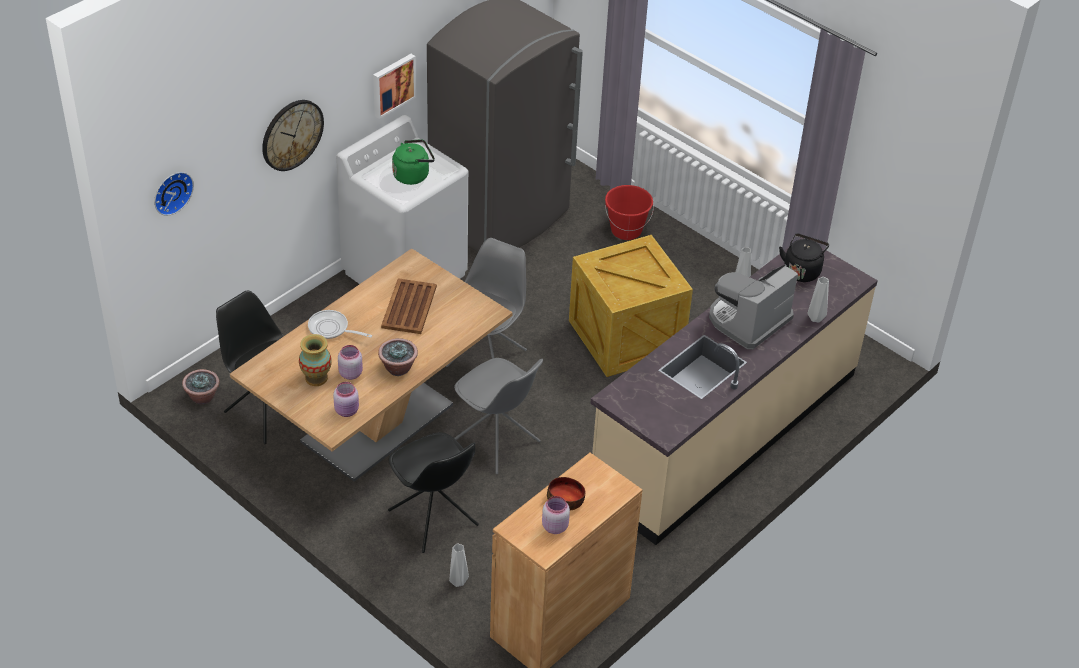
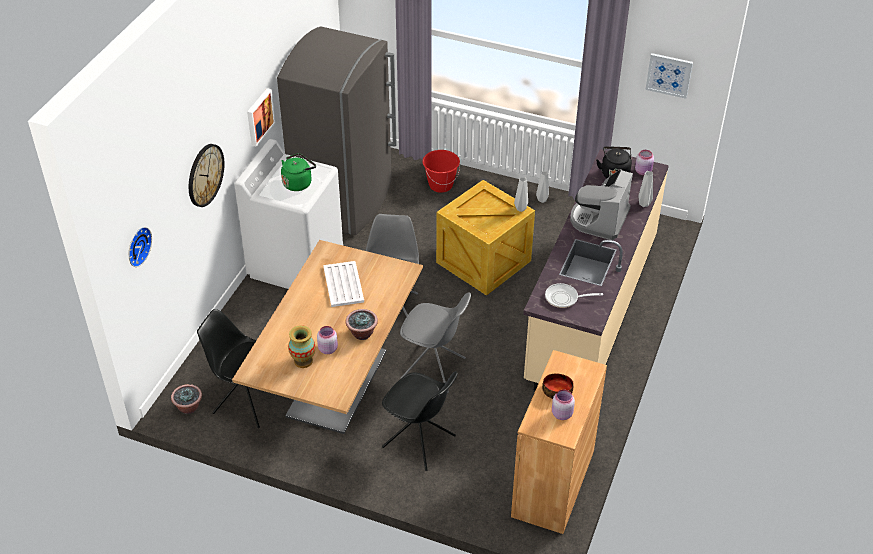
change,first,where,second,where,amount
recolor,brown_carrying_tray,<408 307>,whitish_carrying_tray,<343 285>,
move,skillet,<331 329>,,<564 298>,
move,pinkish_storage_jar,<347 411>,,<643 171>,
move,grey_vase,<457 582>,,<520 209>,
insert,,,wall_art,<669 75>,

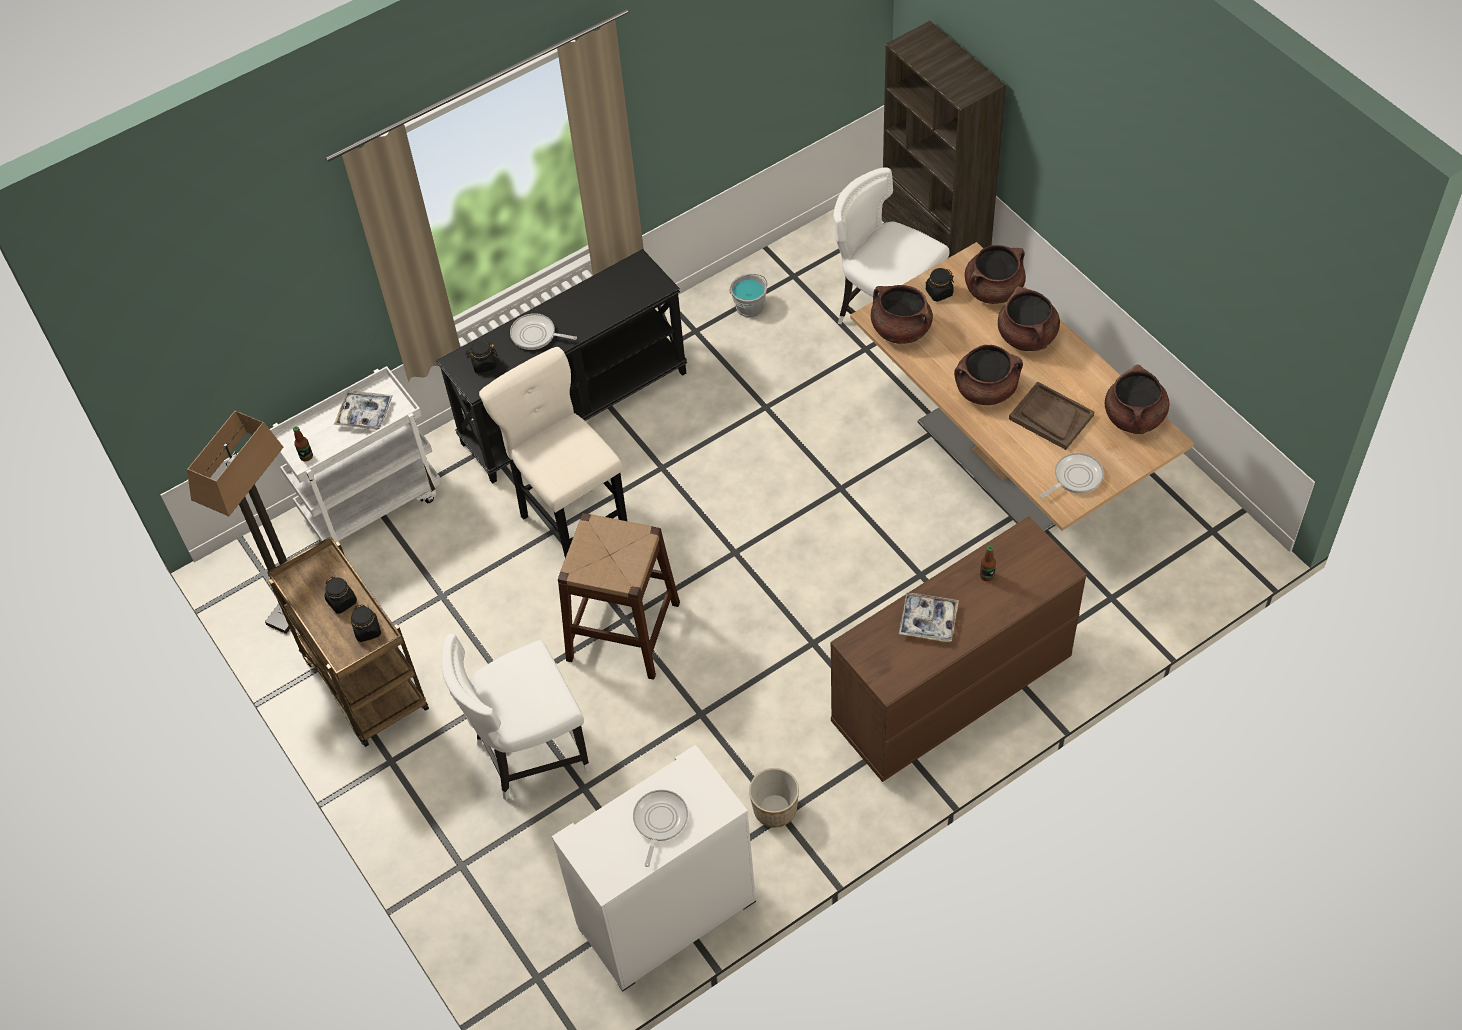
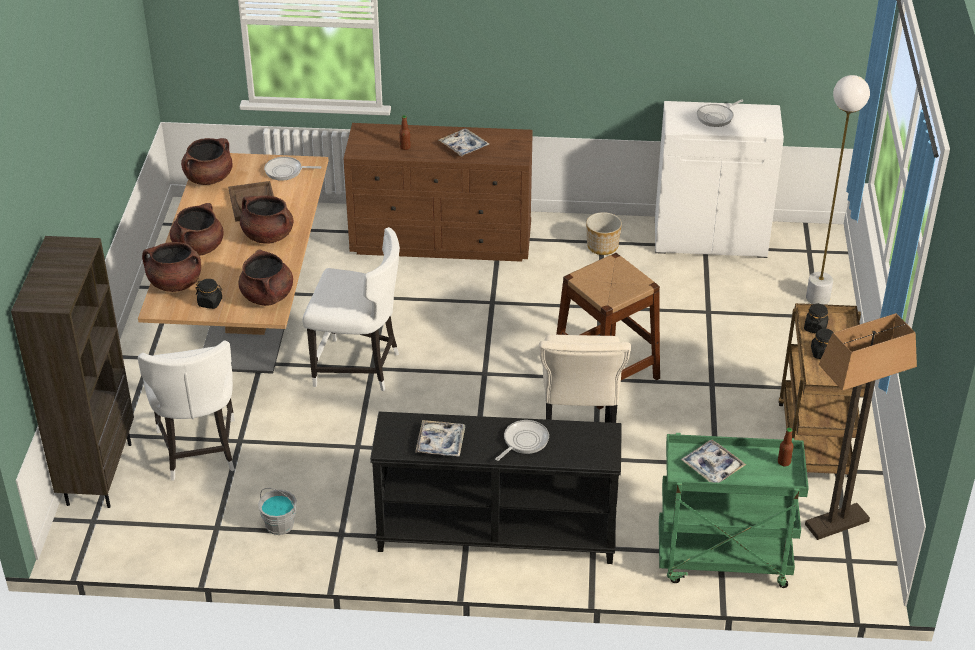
change,first,where,second,where,amount
rotate,skillet,<536 335>,,<523 441>,105 degrees counterclockwise
delete,black-coloured_storage_jar,<484 364>,,,
recolor,whitish_wheeled_cart,<372 503>,green-coloured_wheeled_cart,<722 561>,
move,whitish_chair,<529 753>,,<358 368>,
insert,,,whitish_floor_lamp,<818 298>,
insert,,,carrying_tray,<440 443>,

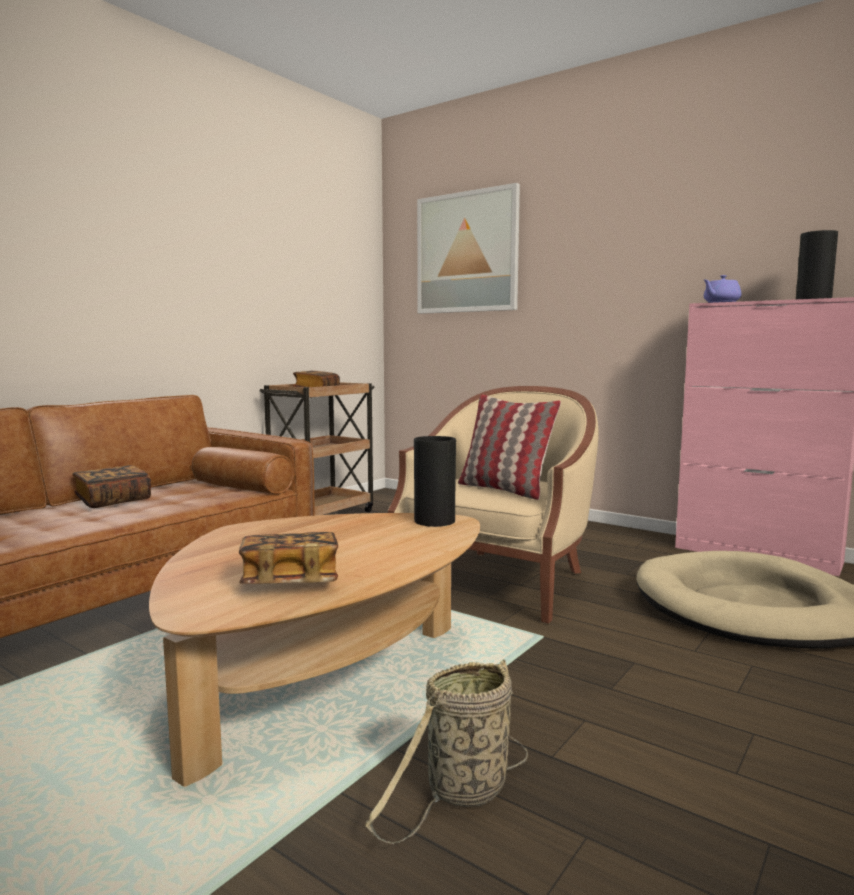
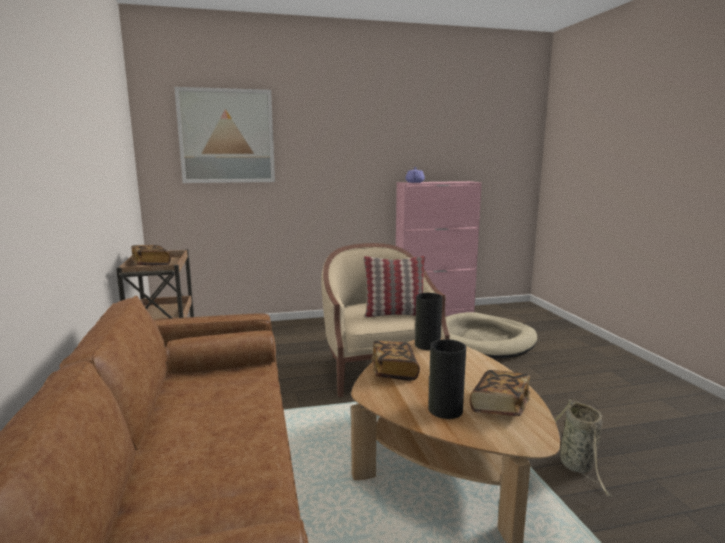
change,first,where,second,where,amount
move,vase,<813 299>,,<444 409>,
move,book,<113 501>,,<394 371>,

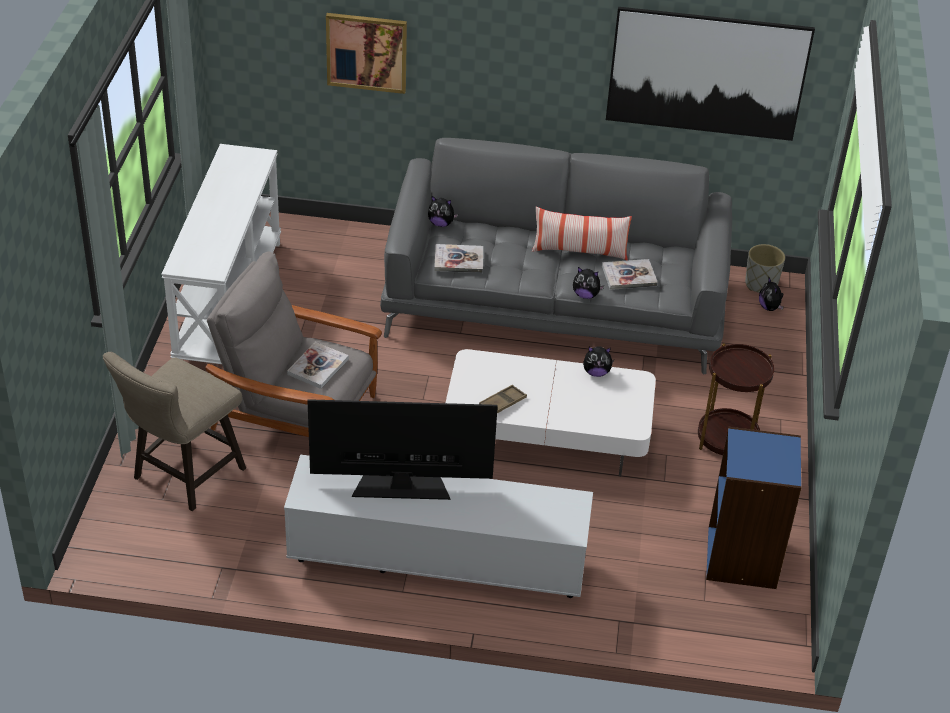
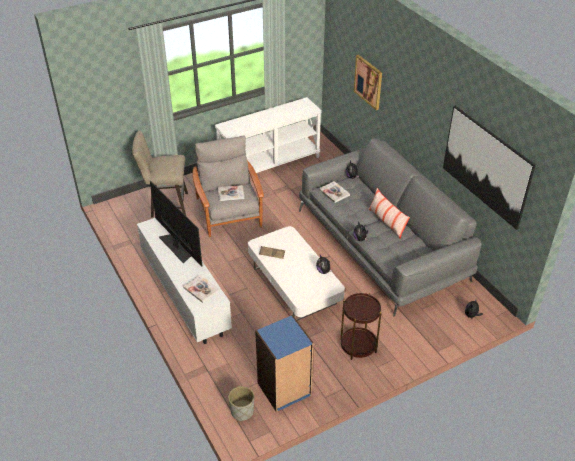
change,first,where,second,where,amount
move,grey_flower_pot,<761 284>,,<242 412>,
move,book,<629 276>,,<201 289>,

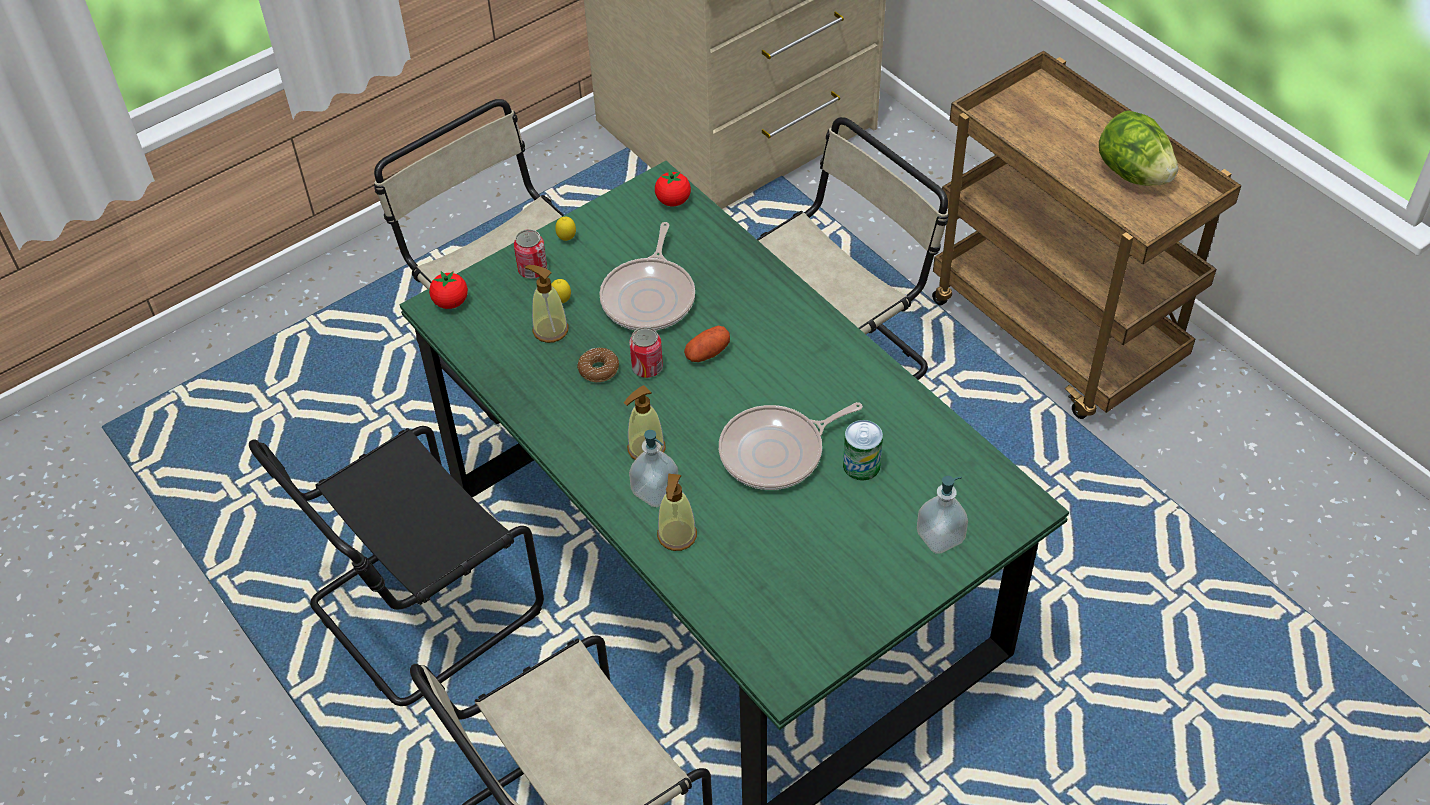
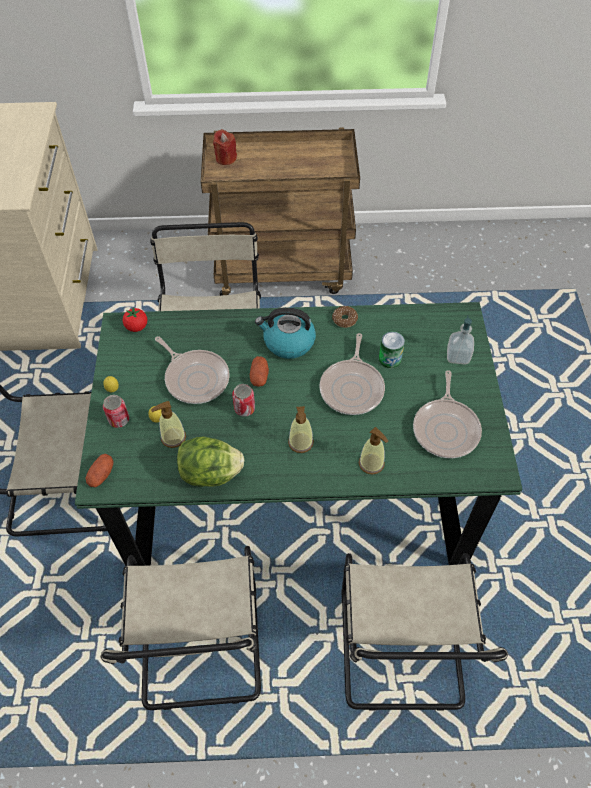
change,first,where,second,where,amount
move,head_of_lettuce,<1132 174>,,<211 473>,
replace,fresh_tomato,<451 302>,spud,<101 475>,
move,ring_doughnut,<599 369>,,<344 319>,
recolor,black-coloured_chair,<418 611>,sand-coloured_chair,<201 649>,
delete,soap_dispenser,<655 491>,,,
insert,,,red-coloured_candle,<226 158>,
insert,,,water_kettle,<288 342>,
insert,,,skillet,<446 428>,

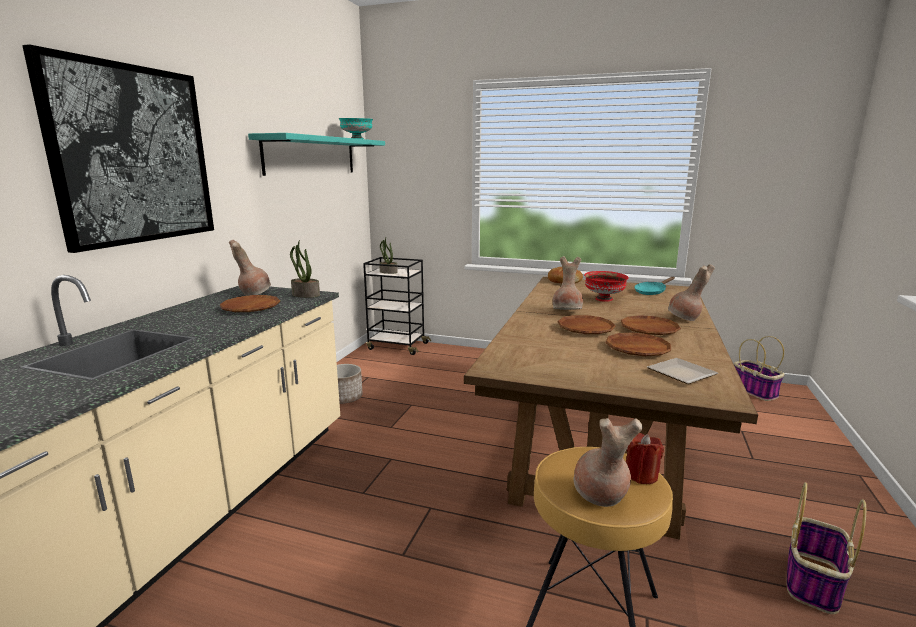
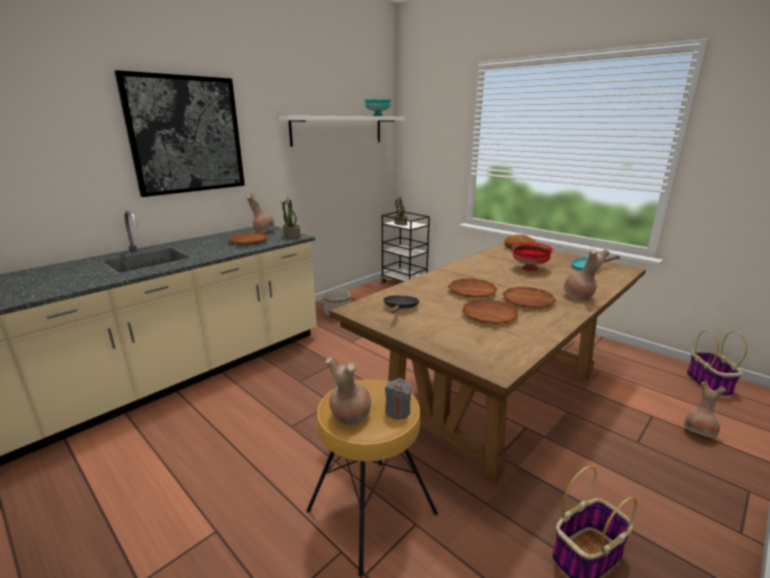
change,first,where,second,where,amount
recolor,blue-green_wall_shelf,<312 156>,whitish_wall_shelf,<338 130>,
move,brown_vase,<567 312>,,<699 433>,
delete,flat_dish,<684 374>,,,
recolor,red-coloured_candle,<641 475>,grey_candle,<397 411>,
insert,,,black-coloured_skillet,<400 308>,

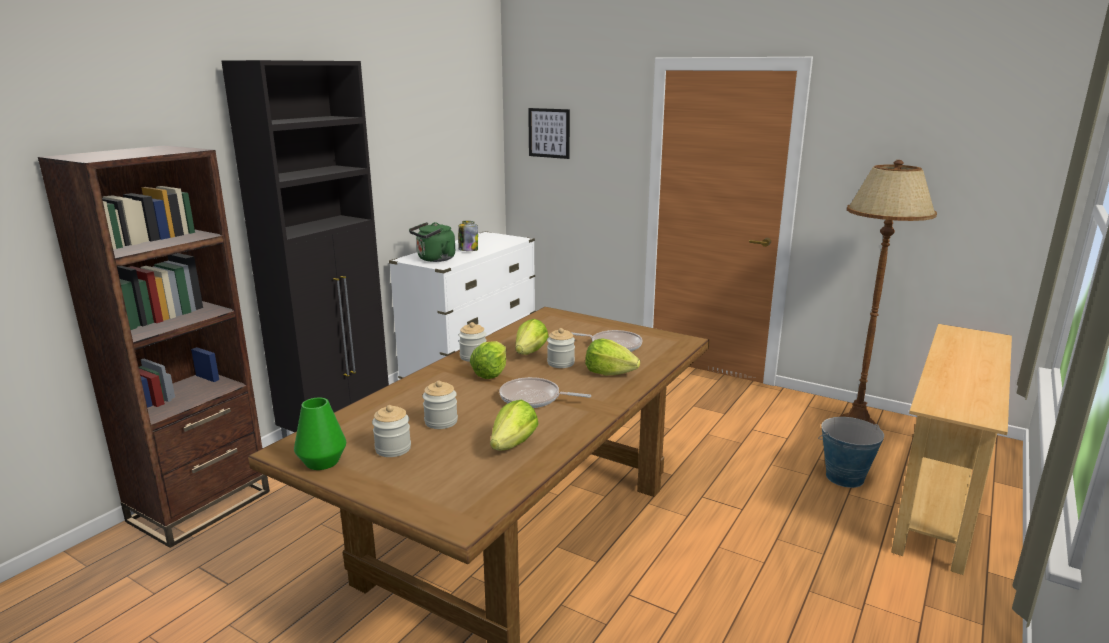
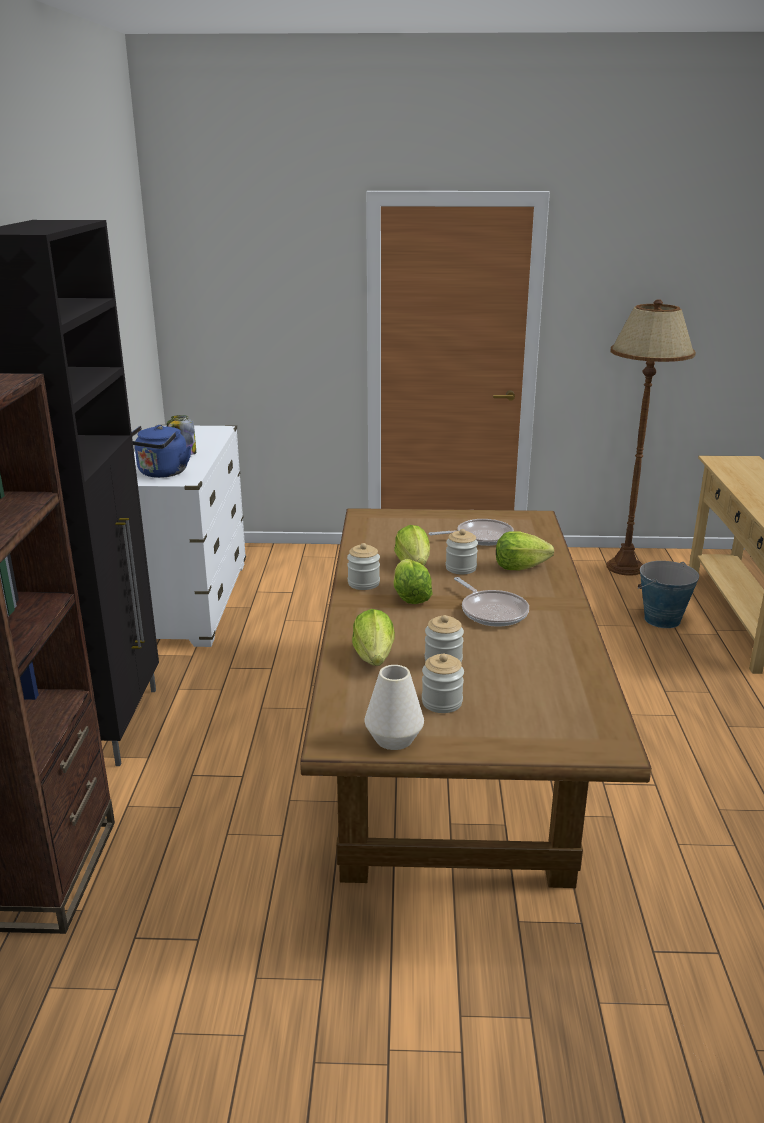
change,first,where,second,where,amount
delete,wall_art,<549 133>,,,
recolor,green-coloured_water_kettle,<434 259>,bluish_water_kettle,<161 473>,
rotate,skillet,<533 398>,,<492 611>,105 degrees counterclockwise
recolor,green-coloured_vase,<322 462>,whitish_vase,<394 739>,
move,head_of_lettuce,<513 444>,,<374 657>,

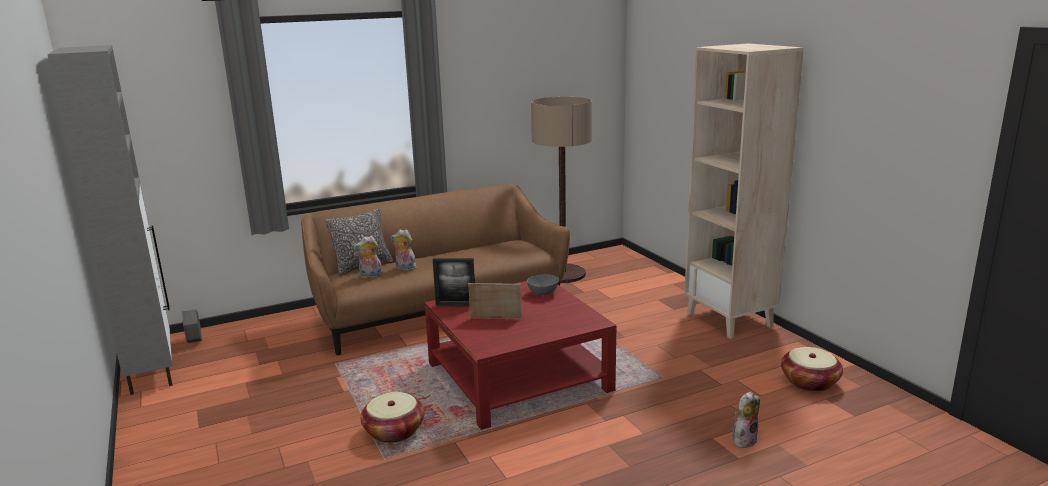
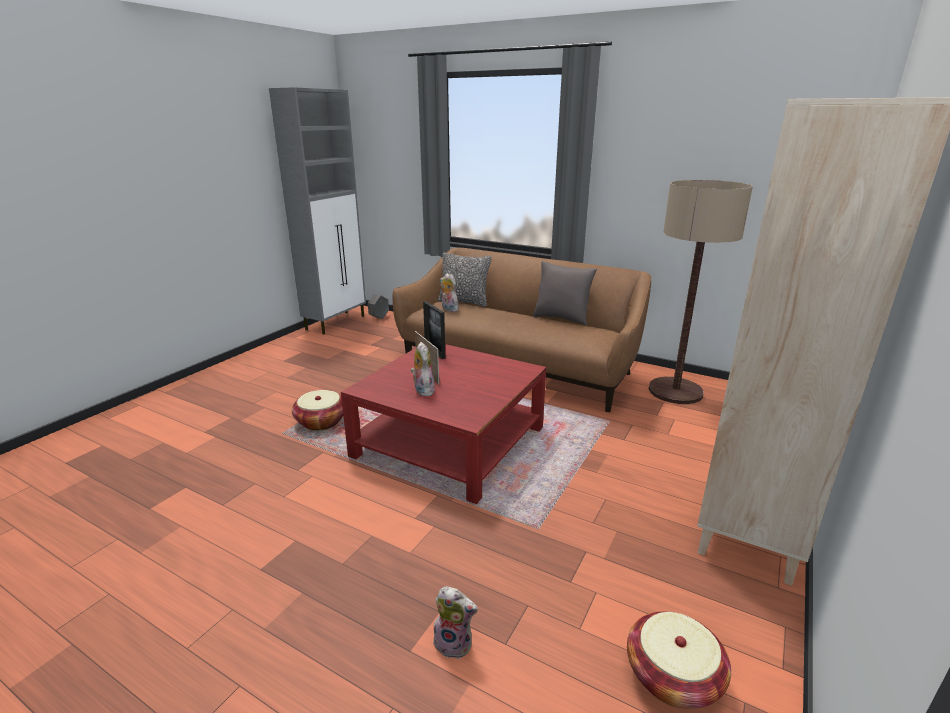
change,first,where,second,where,amount
move,soft_toy,<404 268>,,<422 390>,
delete,grey_bowl,<543 293>,,,
insert,,,grey_cushion,<561 318>,

